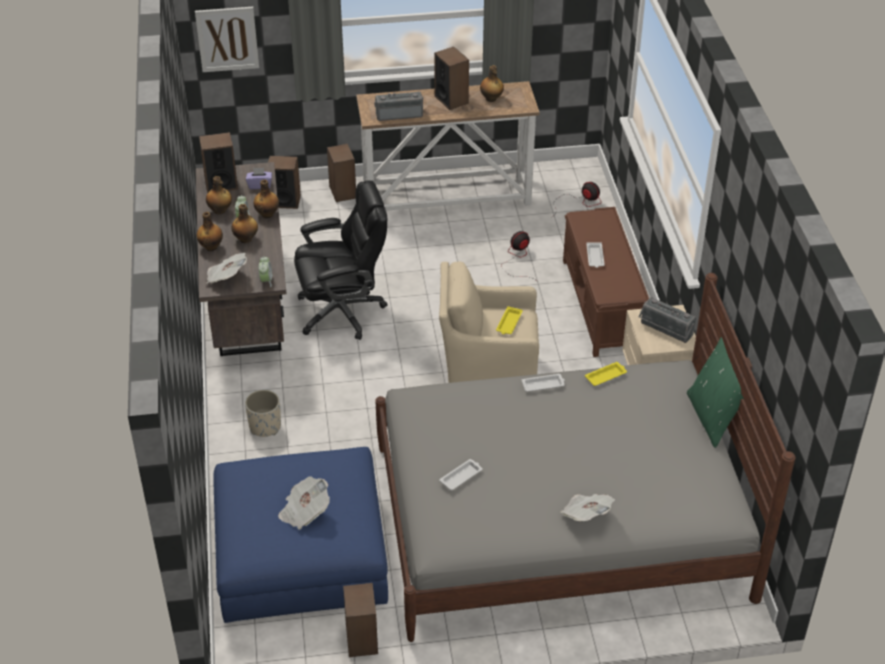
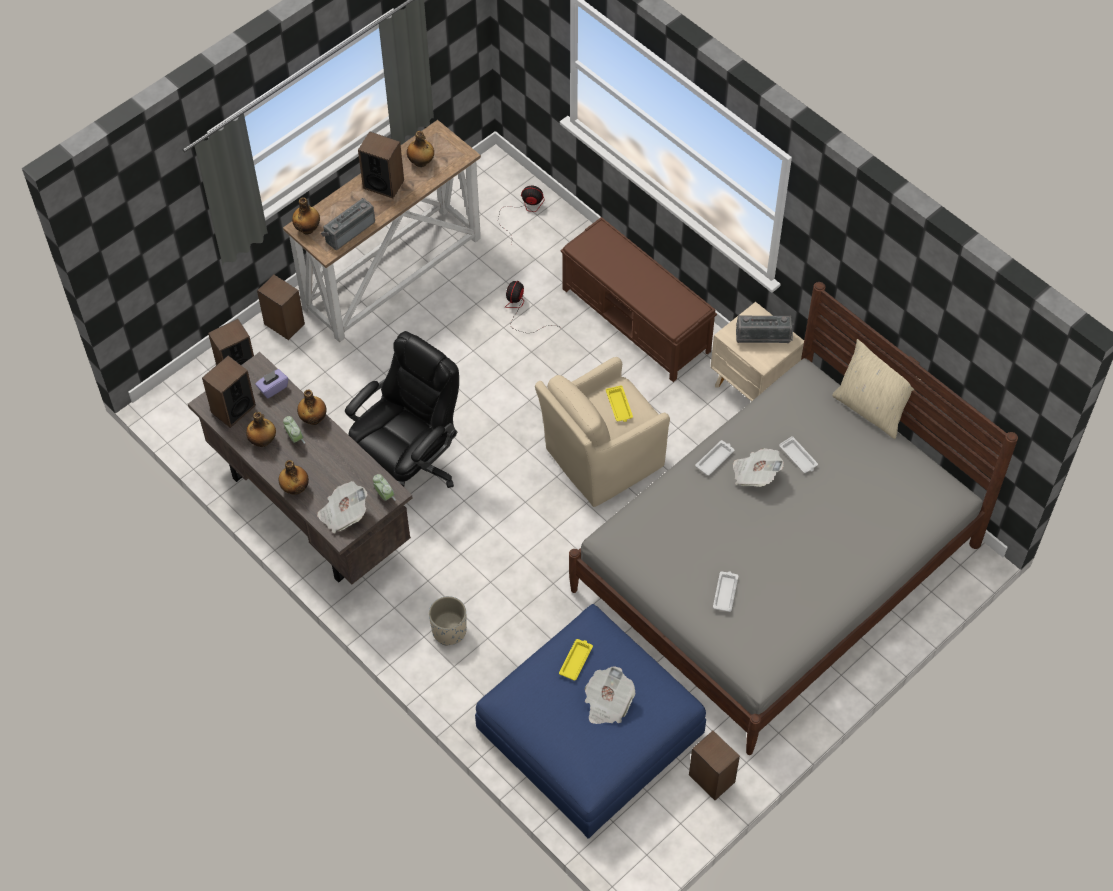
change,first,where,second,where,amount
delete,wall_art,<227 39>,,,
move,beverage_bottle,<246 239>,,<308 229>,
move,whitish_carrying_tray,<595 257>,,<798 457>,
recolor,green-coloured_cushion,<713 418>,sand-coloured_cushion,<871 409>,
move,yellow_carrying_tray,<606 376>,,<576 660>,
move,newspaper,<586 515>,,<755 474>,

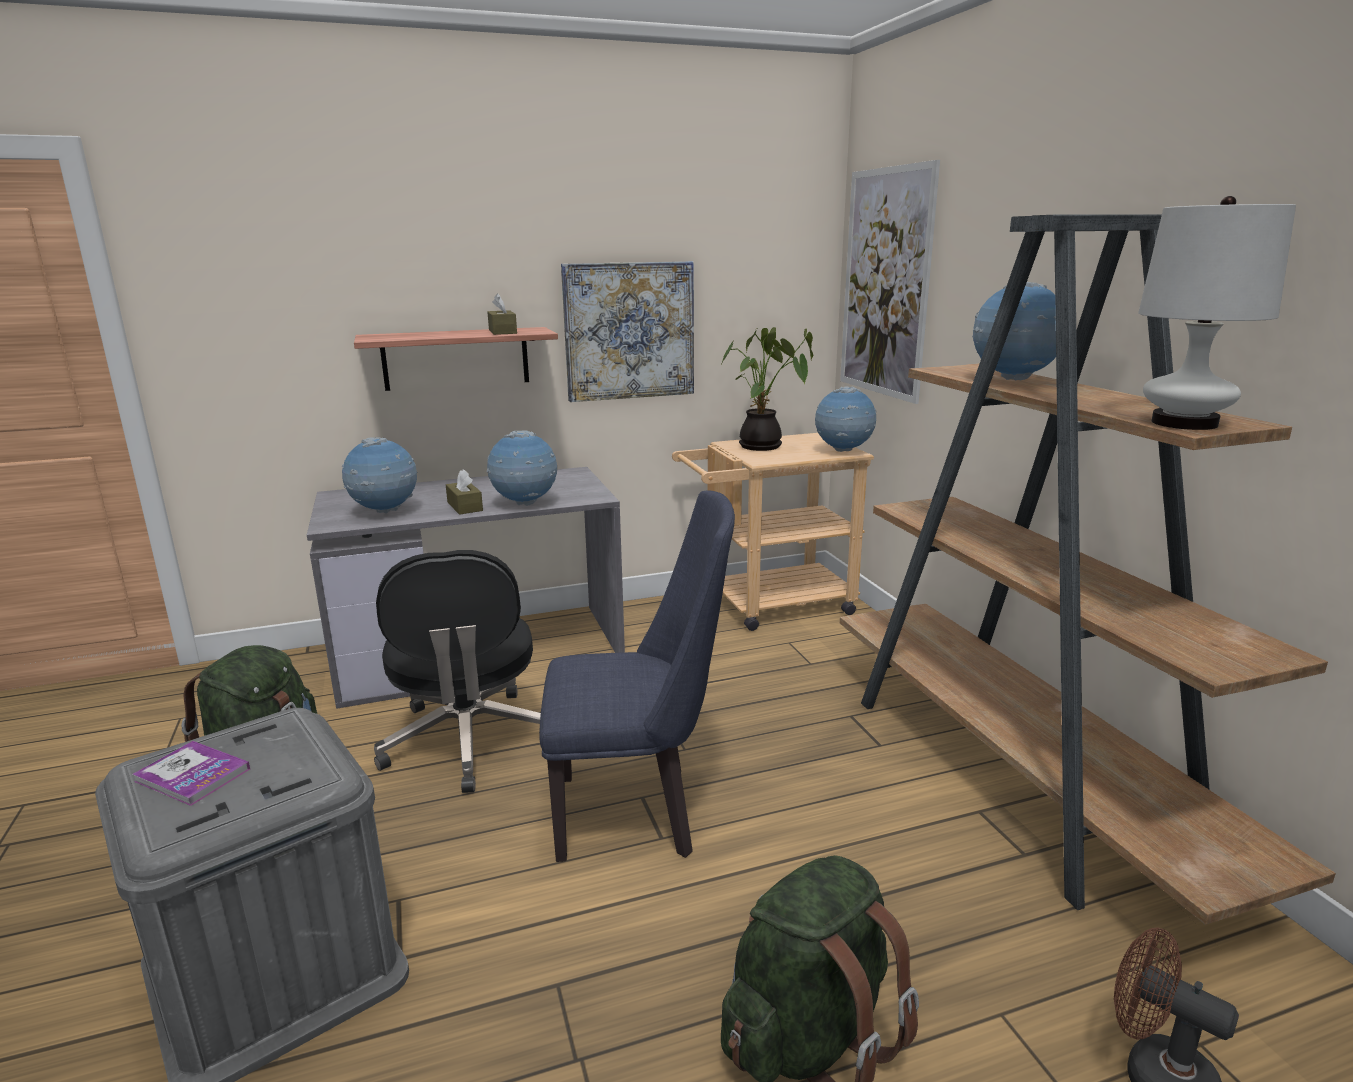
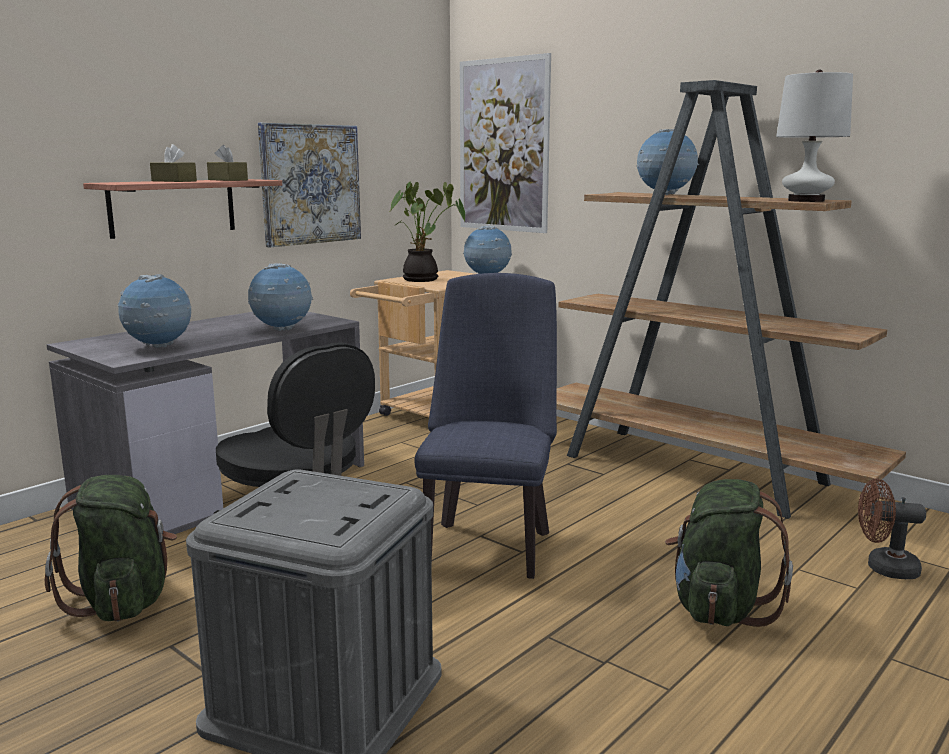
change,first,where,second,where,amount
move,brown_tissue_box,<465 506>,,<174 181>,
rotate,bluish_chair,<638 812>,,<488 543>,45 degrees counterclockwise
delete,book,<192 775>,,,

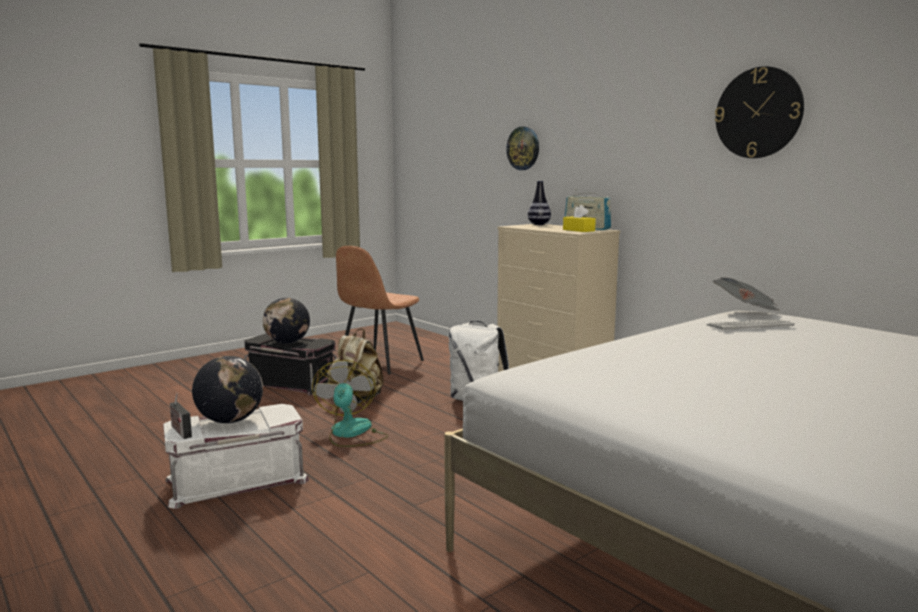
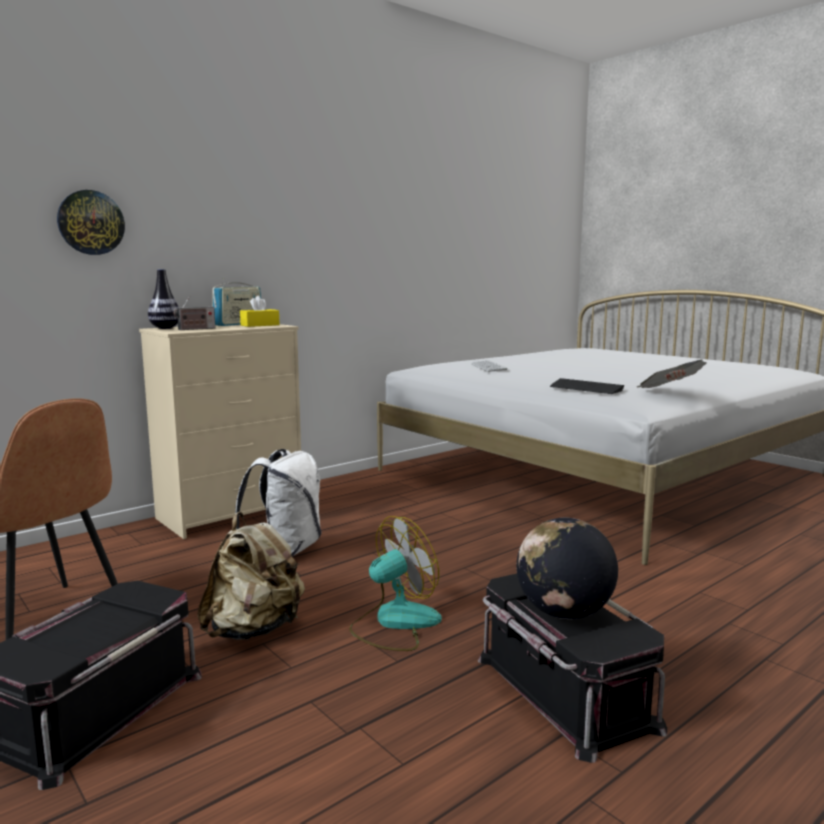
change,first,where,second,where,amount
delete,clock_on_the_wall,<758 113>,,,
move,newspaper,<746 311>,,<669 392>,
delete,desk_globe,<287 342>,,,
rotate,electric_fan,<351 433>,,<395 623>,150 degrees clockwise
move,radio,<180 431>,,<195 329>,
recolor,whitish_storage_bin,<237 479>,black-coloured_storage_bin,<562 692>,
insert,,,PC_keyboard,<586 388>,

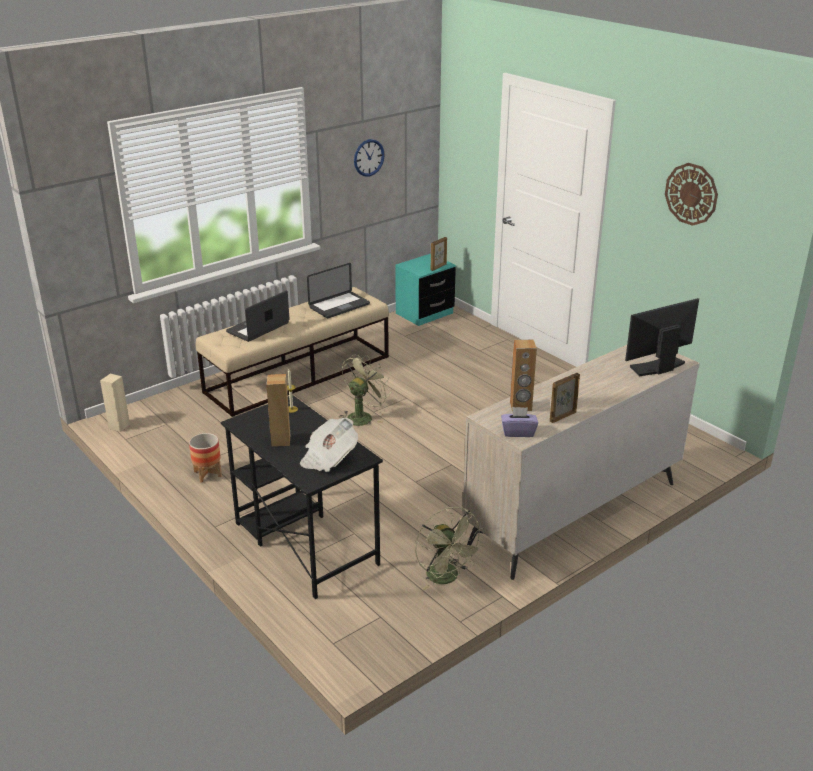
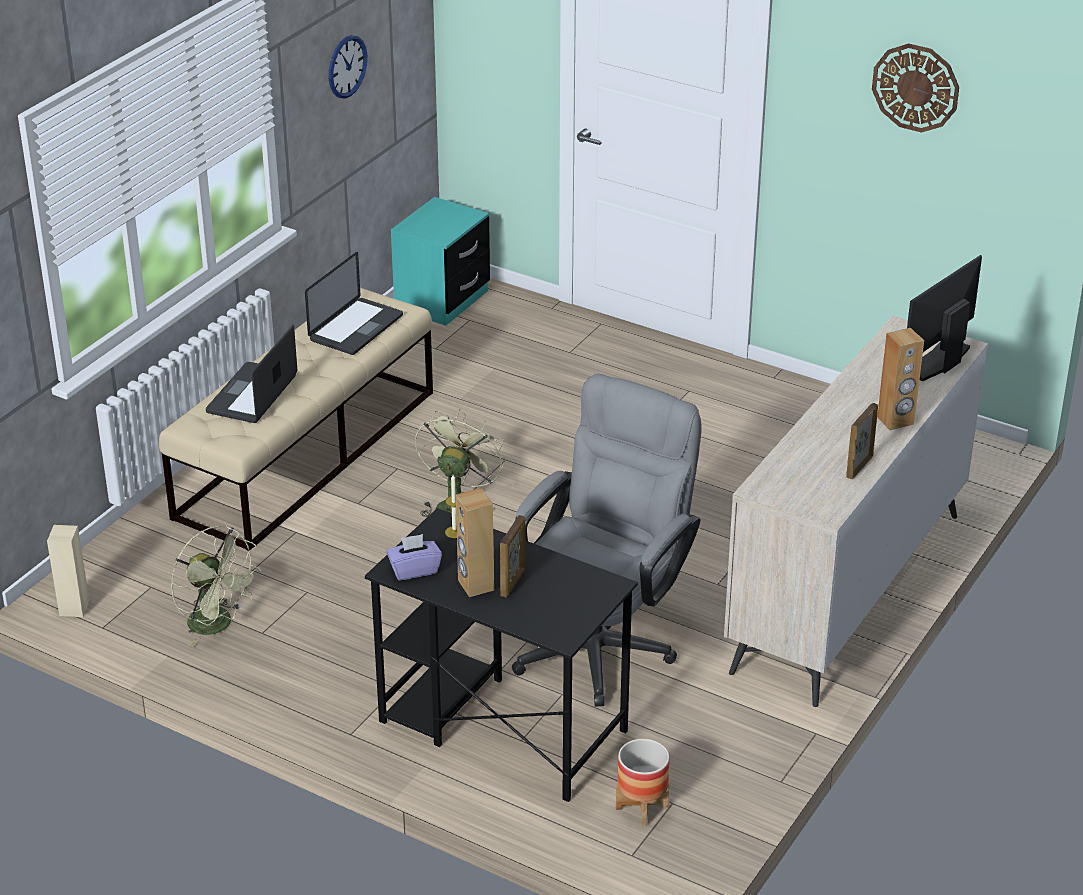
change,first,where,second,where,amount
move,standing_frame,<438 267>,,<513 582>,
move,brown_speaker,<520 406>,,<895 421>,
move,purple_tissue_box,<518 432>,,<414 570>,
delete,newspaper,<328 458>,,,
move,flower_pot,<207 474>,,<641 807>,
move,green-coloured_electric_fan,<447 578>,,<218 625>,
insert,,,grey_desk_chair,<602 640>,

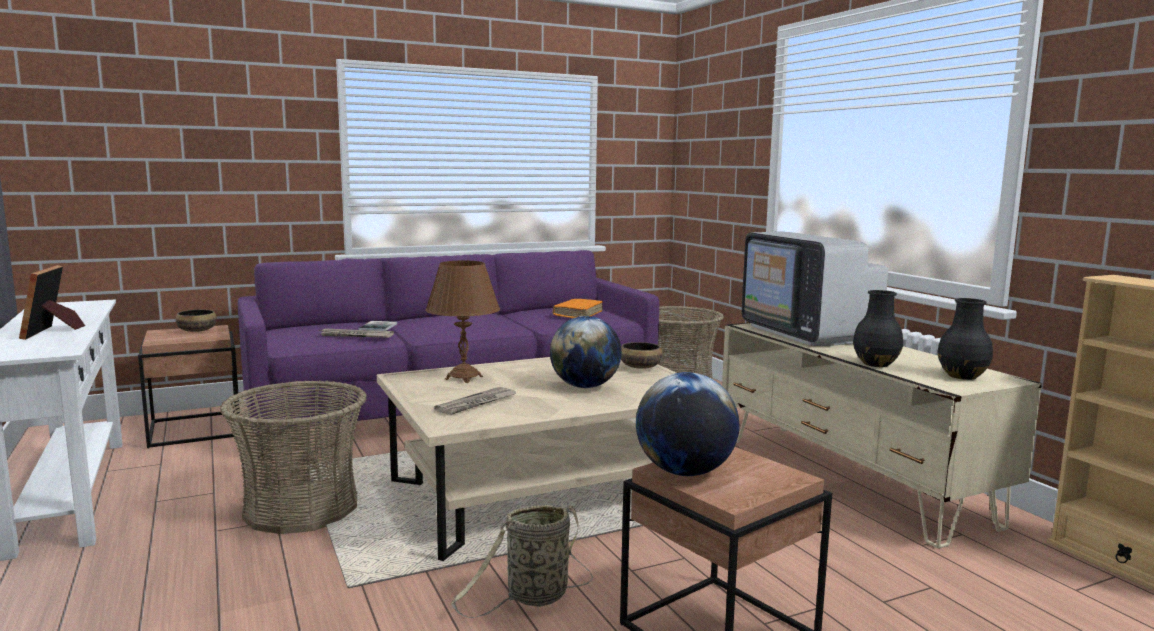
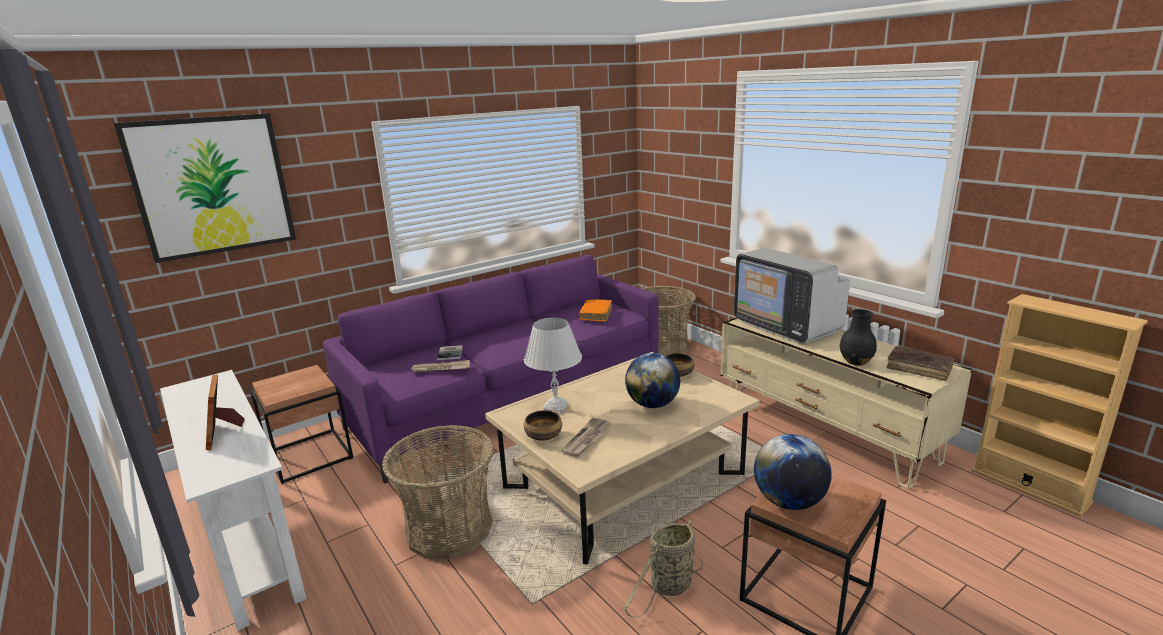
change,first,where,second,where,amount
recolor,brown_tabletop_lamp,<464 378>,whitish_tabletop_lamp,<556 407>,
replace,black-coloured_vase,<961 376>,brown_book,<919 368>,
move,bowl,<197 330>,,<543 435>,
insert,,,wall_art,<212 186>,

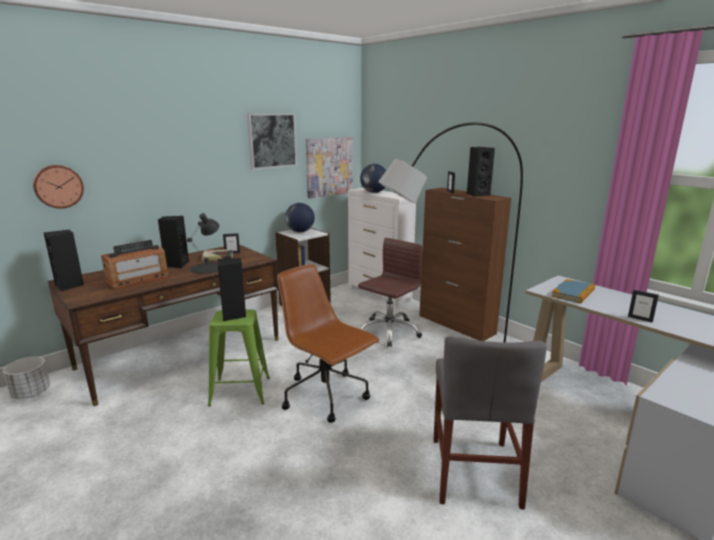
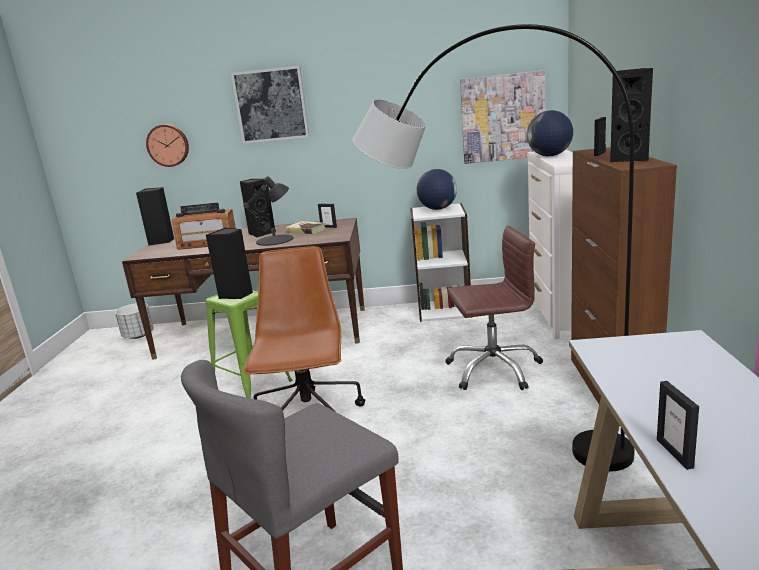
change,first,where,second,where,amount
move,wall_art,<272 140>,,<271 105>,
delete,book,<573 293>,,,

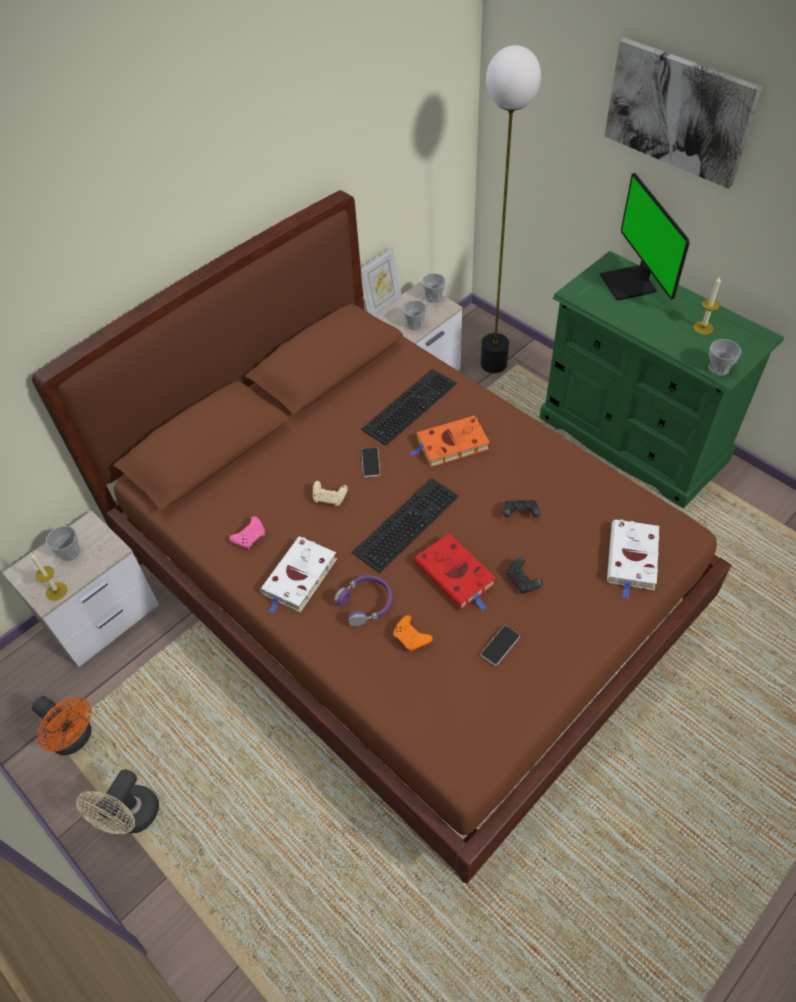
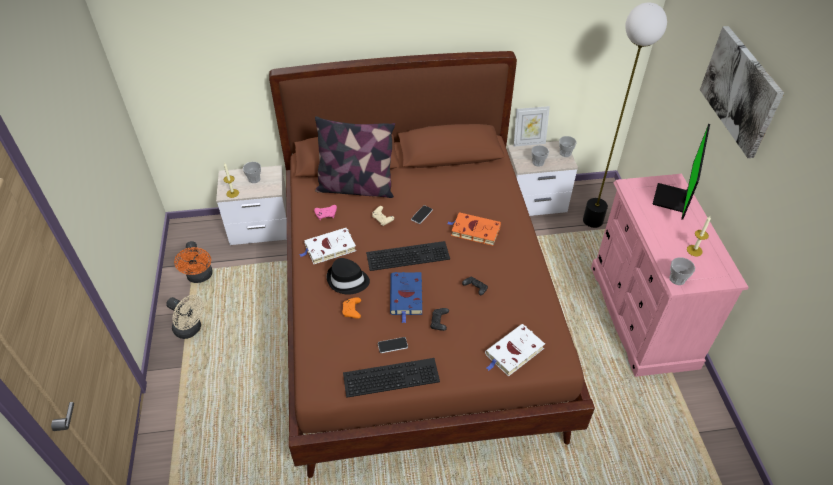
change,first,where,second,where,amount
recolor,green-coloured_drawer_chest,<632 439>,pinkish_drawer_chest,<642 316>,
move,PC_keyboard,<408 404>,,<391 375>,
recolor,red-coloured_book,<456 575>,bluish_book,<406 297>,
replace,purple_headset,<366 603>,black-coloured_wearable_hat,<347 280>,
rotate,sand-coloured_electric_fan,<132 818>,,<191 330>,120 degrees counterclockwise
insert,,,cushion,<356 188>,

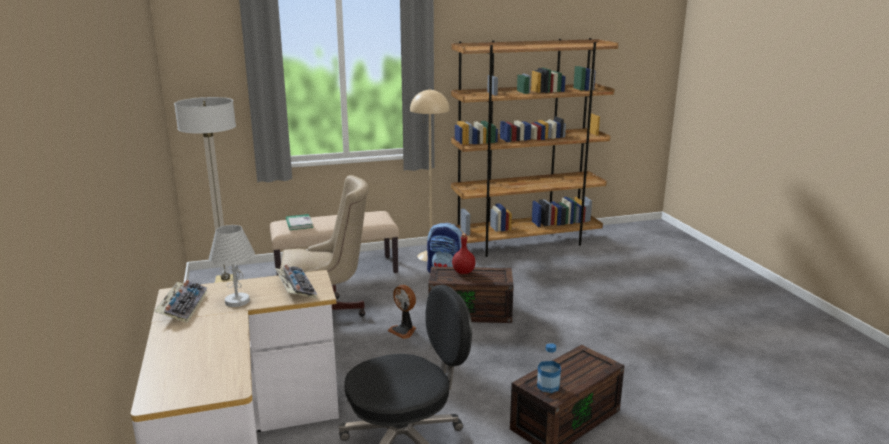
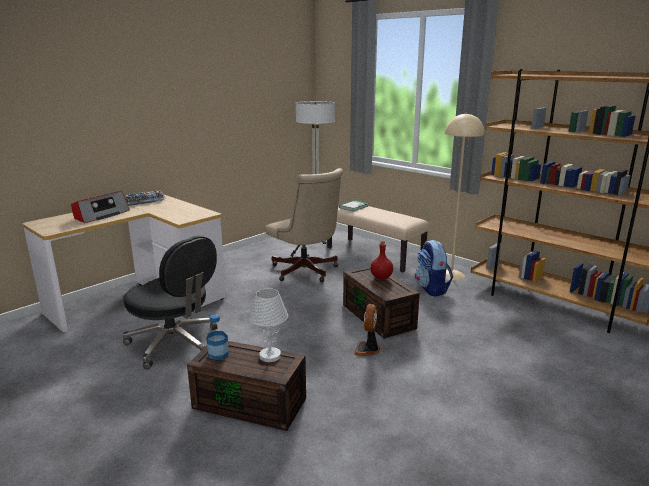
change,first,where,second,where,amount
move,whitish_tabletop_lamp,<237 301>,,<269 356>,
delete,PC_keyboard,<295 287>,,,
move,electric_fan,<404 331>,,<367 350>,
insert,,,radio,<101 215>,

